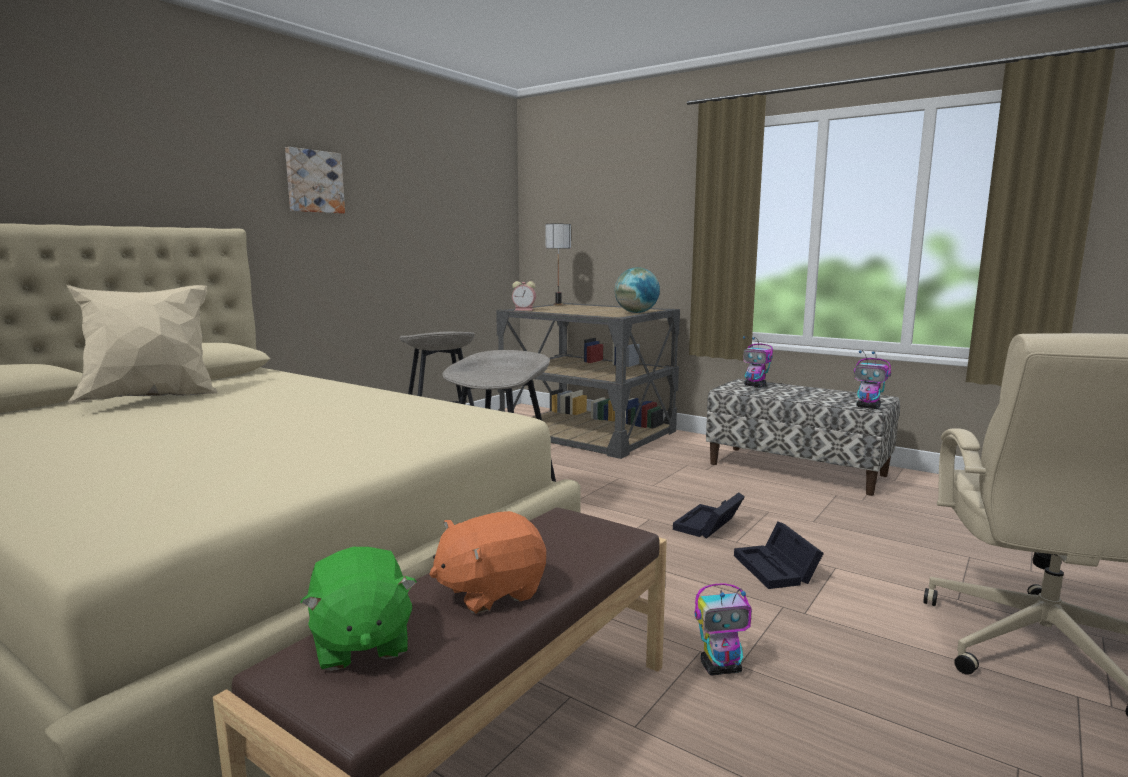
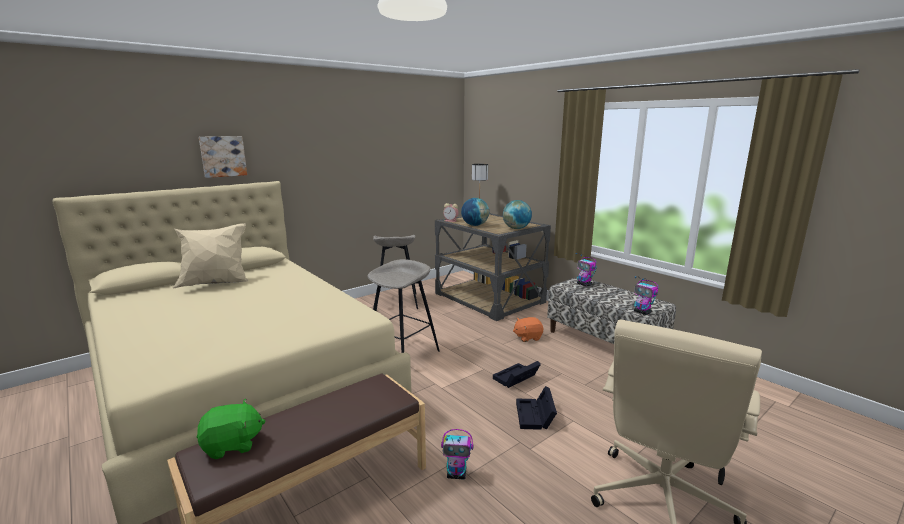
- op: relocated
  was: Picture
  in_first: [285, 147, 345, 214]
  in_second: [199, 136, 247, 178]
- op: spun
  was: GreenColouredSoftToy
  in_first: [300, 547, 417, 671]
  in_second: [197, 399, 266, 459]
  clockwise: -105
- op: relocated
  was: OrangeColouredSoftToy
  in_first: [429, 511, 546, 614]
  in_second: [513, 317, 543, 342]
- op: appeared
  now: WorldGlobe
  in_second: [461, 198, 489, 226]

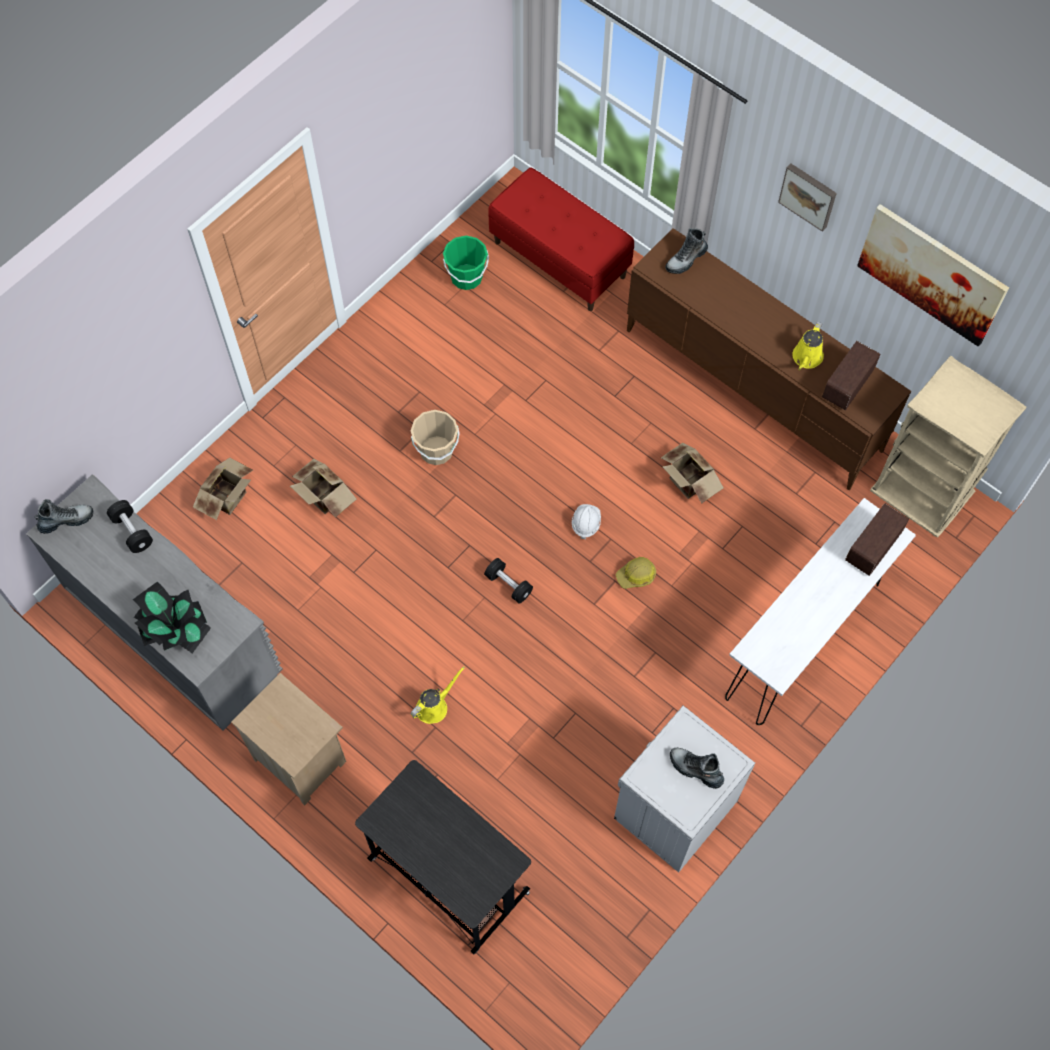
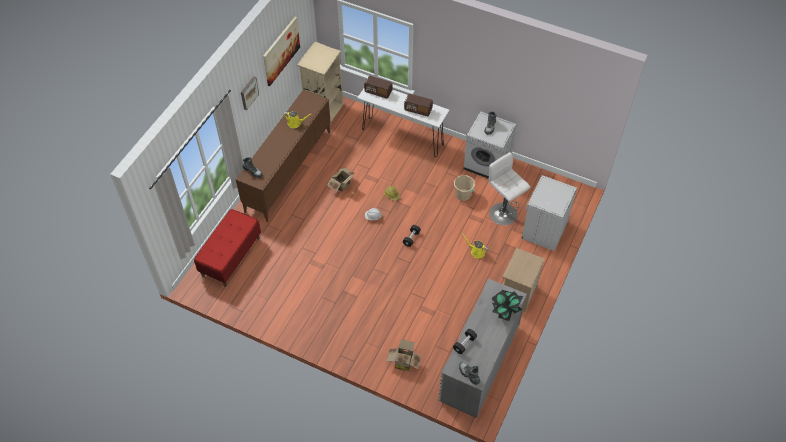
- op: missing
  was: Carton
  in_first: [290, 459, 356, 517]
- op: exchanged
  was: BlackDeskTable
  now: WhiteLaundryMachine
  in_first: [355, 760, 531, 954]
  in_second: [522, 175, 577, 251]
- op: relocated
  was: SandColouredWaterBucket
  in_first: [411, 410, 460, 465]
  in_second: [454, 175, 475, 201]
- op: missing
  was: GreenColouredWaterBucket
  in_first: [443, 235, 489, 290]
- op: relocated
  was: RadioReceiver
  in_first: [822, 341, 880, 410]
  in_second: [404, 94, 433, 116]
- op: appeared
  now: WhiteStoolSeat
  in_second: [489, 152, 531, 225]

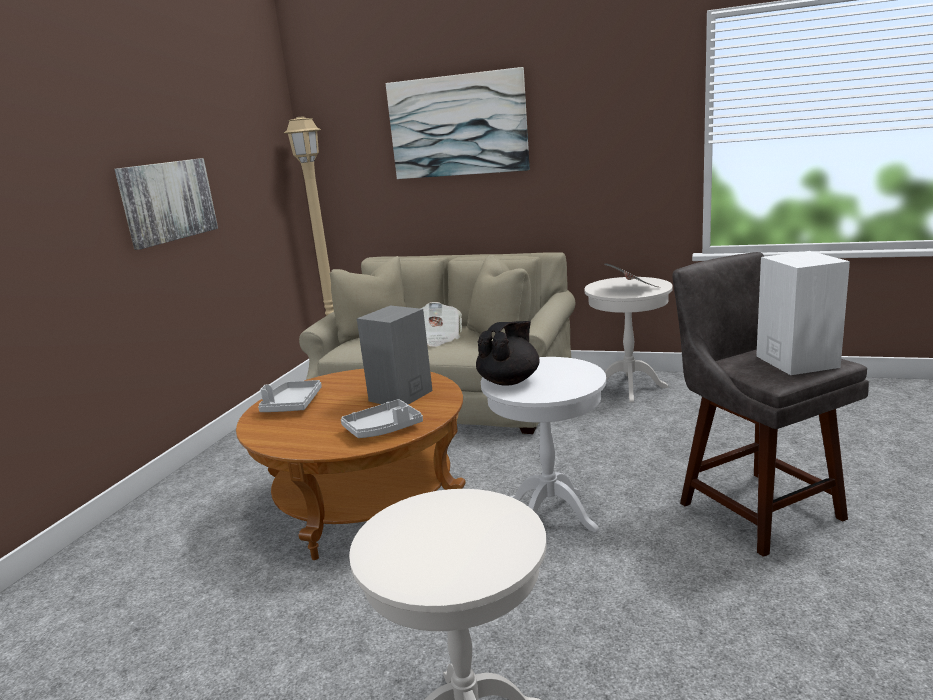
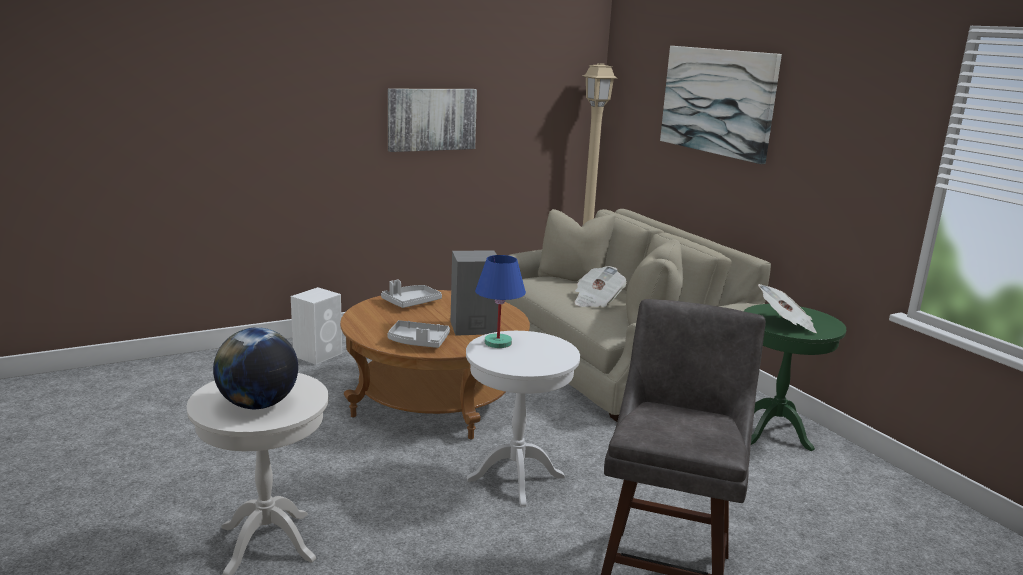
- op: exchanged
  was: BlackTeaPot
  now: BlueLampForATable
  in_first: [476, 321, 539, 386]
  in_second: [475, 255, 526, 348]
- op: colour
  was: WhiteEndTable
  now: GreenColouredEndTable
  in_first: [584, 277, 673, 402]
  in_second: [744, 304, 846, 451]
- op: relocated
  was: WhiteLoudspeaker
  in_first: [756, 251, 850, 375]
  in_second: [291, 287, 342, 365]
- op: appeared
  now: WorldGlobe
  in_second: [213, 327, 298, 409]

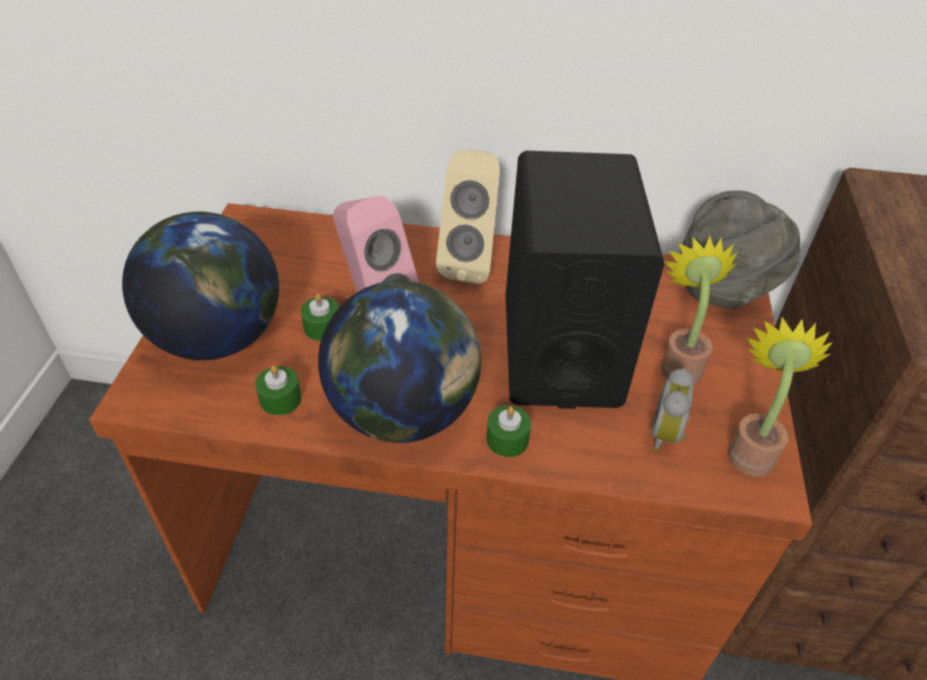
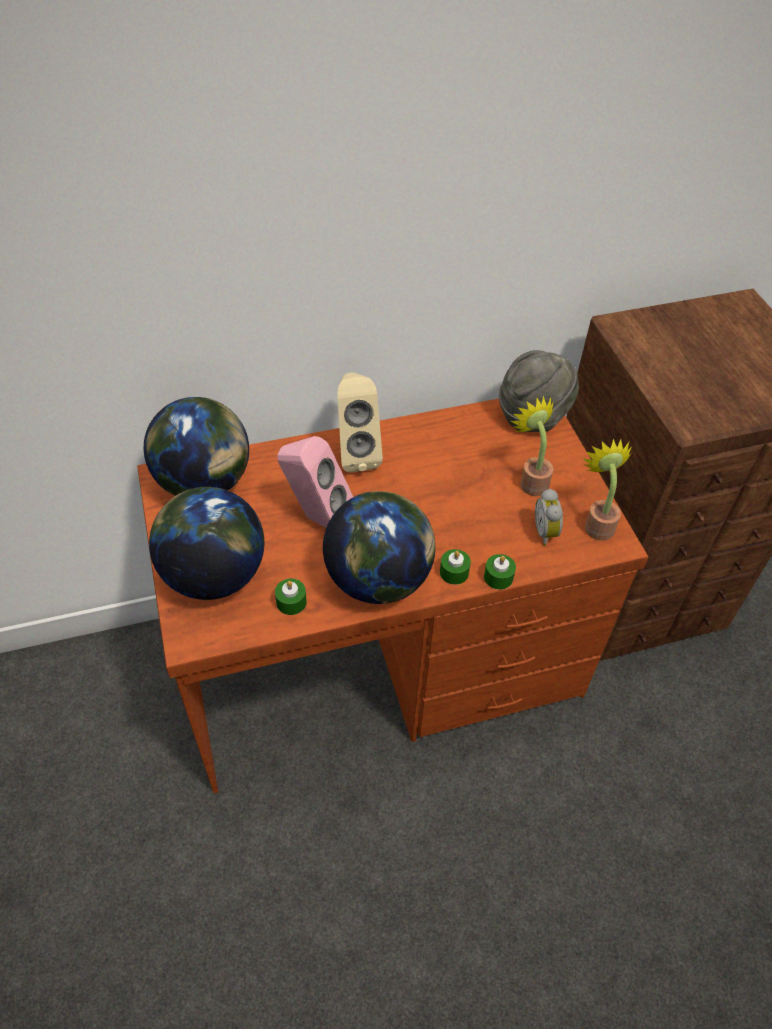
- op: relocated
  was: GreenColouredWaxLight
  in_first: [301, 294, 339, 341]
  in_second: [484, 554, 516, 590]
- op: missing
  was: BlackLoudspeaker
  in_first: [505, 151, 665, 409]
- op: appeared
  now: WorldGlobe
  in_second: [144, 397, 249, 496]

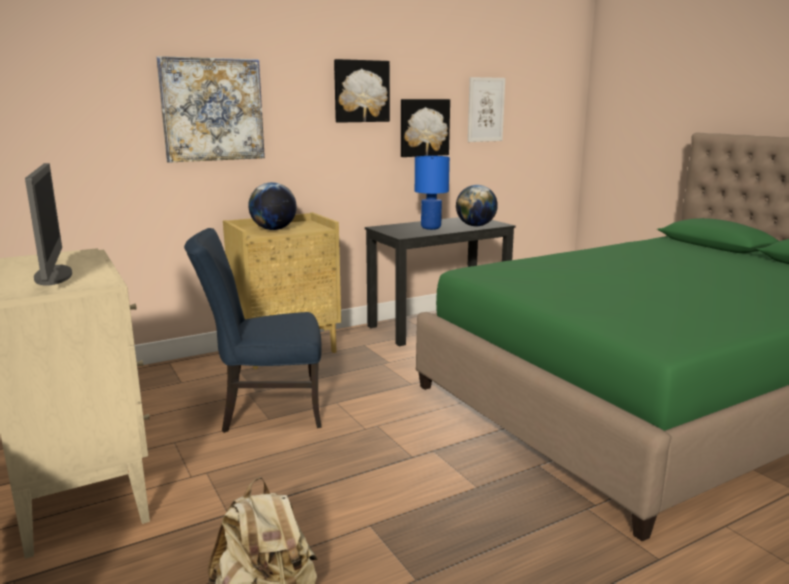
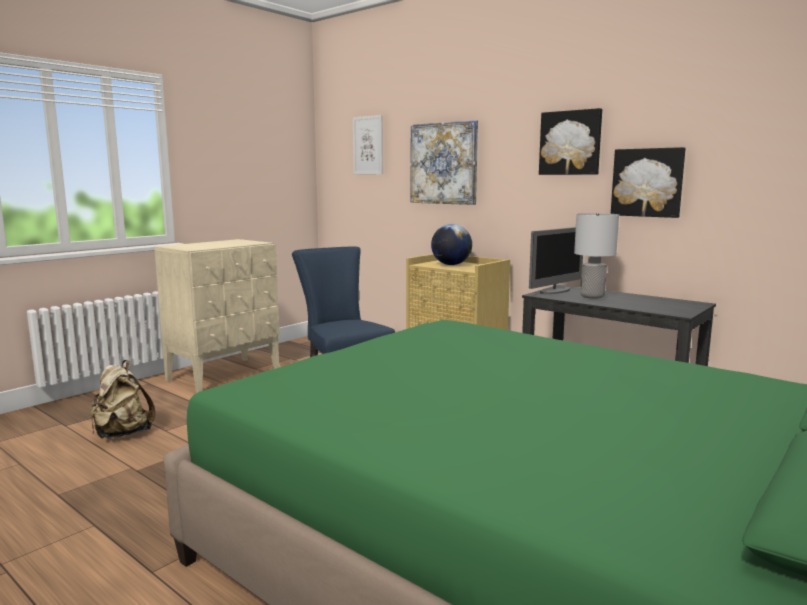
- op: relocated
  was: ComputerScreen
  in_first: [25, 163, 72, 286]
  in_second: [529, 227, 583, 294]
- op: colour
  was: BlueLampForATable
  now: GreyLampForATable
  in_first: [415, 156, 450, 230]
  in_second: [574, 213, 619, 299]
- op: missing
  was: WorldGlobe
  in_first: [456, 185, 498, 226]
- op: relocated
  was: Picture
  in_first: [468, 77, 505, 142]
  in_second: [353, 115, 383, 175]

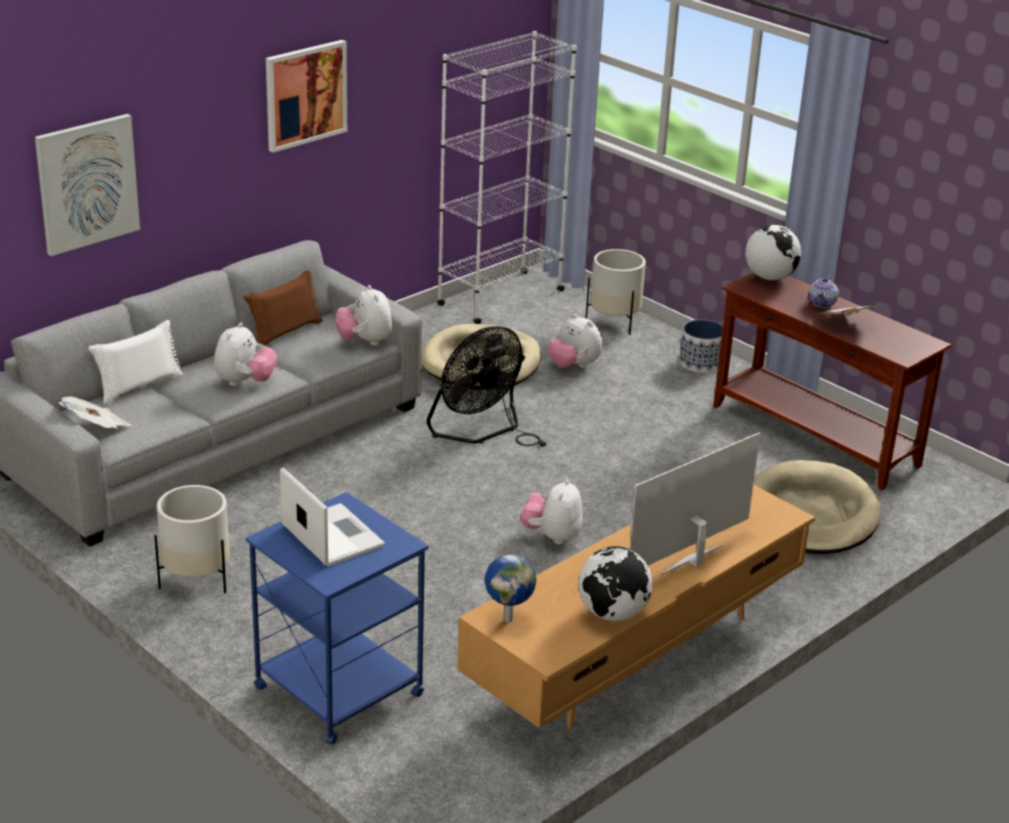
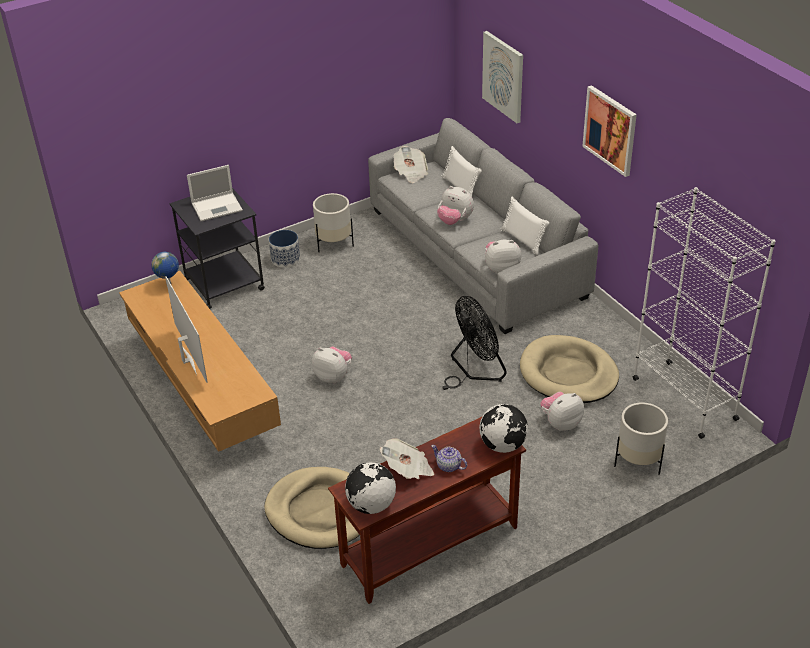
- op: colour
  was: BrownishPillow
  now: WhitePillow
  in_first: [243, 270, 323, 346]
  in_second: [500, 197, 549, 255]
- op: colour
  was: BlueWheeledCart
  now: BlackWheeledCart
  in_first: [245, 492, 429, 744]
  in_second: [170, 188, 265, 309]
- op: relocated
  was: WorldGlobe
  in_first: [578, 546, 653, 621]
  in_second: [345, 462, 396, 514]
- op: relocated
  was: FlowerPot
  in_first: [679, 320, 723, 373]
  in_second: [269, 230, 300, 268]

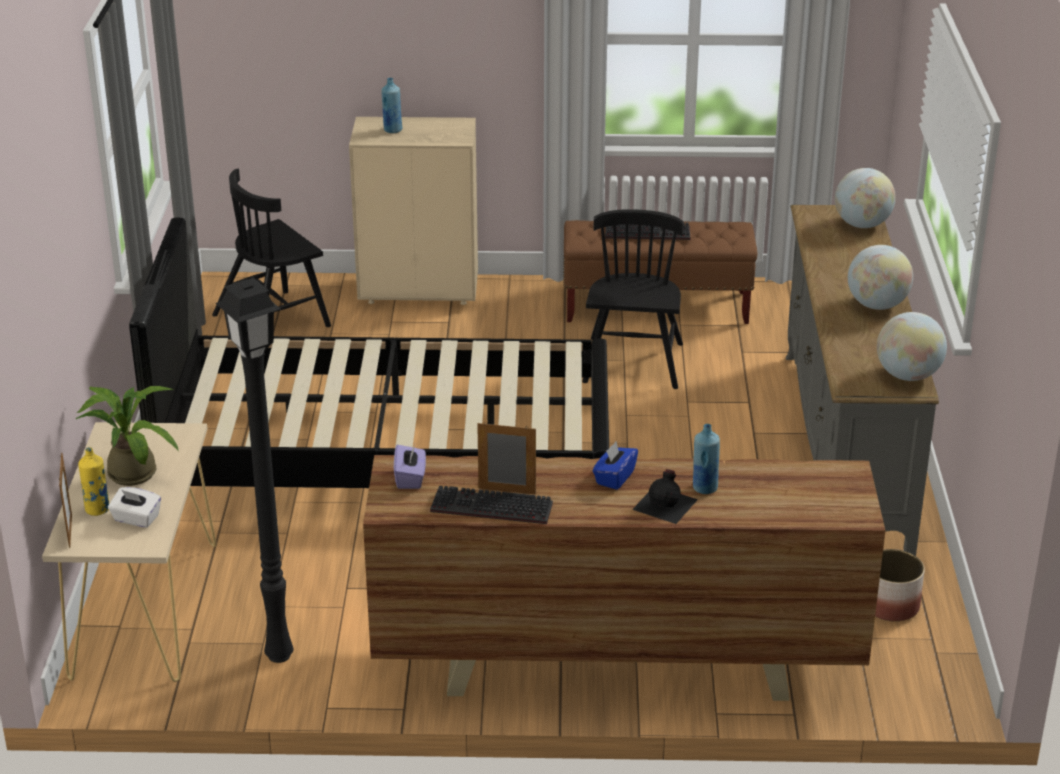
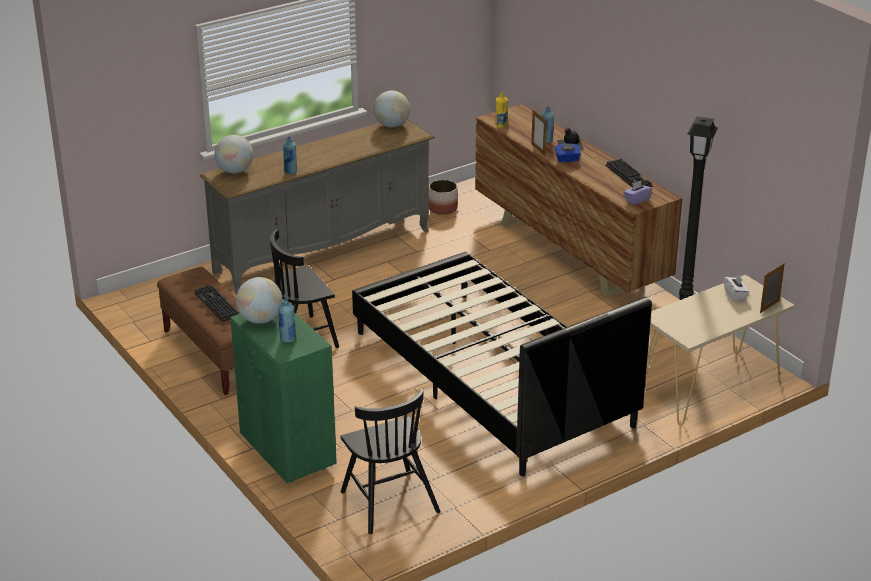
- op: missing
  was: PlantInAPot
  in_first: [76, 386, 179, 486]
- op: relocated
  was: YellowBottle
  in_first: [78, 447, 109, 516]
  in_second: [495, 92, 508, 128]
- op: spun
  was: BlackPlainChair
  in_first: [212, 168, 331, 327]
  in_second: [341, 387, 440, 534]
  clockwise: 45
- op: colour
  was: SandColouredCupboard
  now: GreenColouredCupboard
  in_first: [349, 117, 478, 305]
  in_second: [230, 303, 337, 483]
- op: relocated
  was: PictureFrame
  in_first: [477, 422, 536, 494]
  in_second: [531, 110, 547, 156]
- op: relocated
  was: WorldGlobe
  in_first: [848, 245, 913, 310]
  in_second: [236, 277, 283, 324]
- op: appeared
  now: BlueBottle
  in_second: [283, 137, 297, 174]

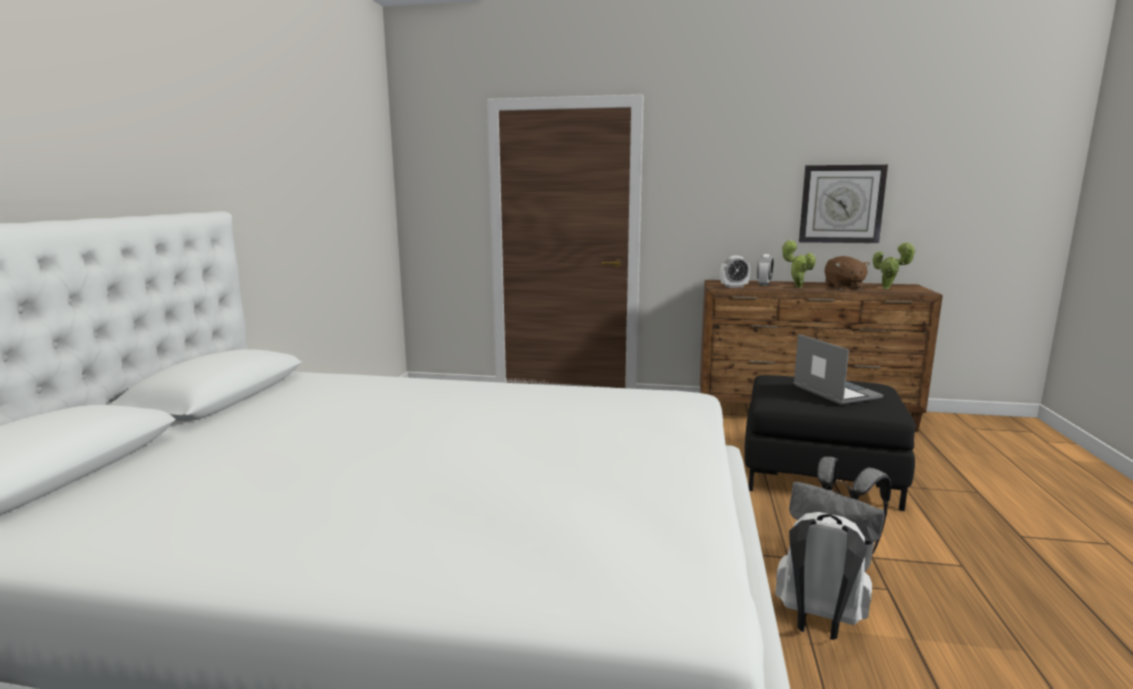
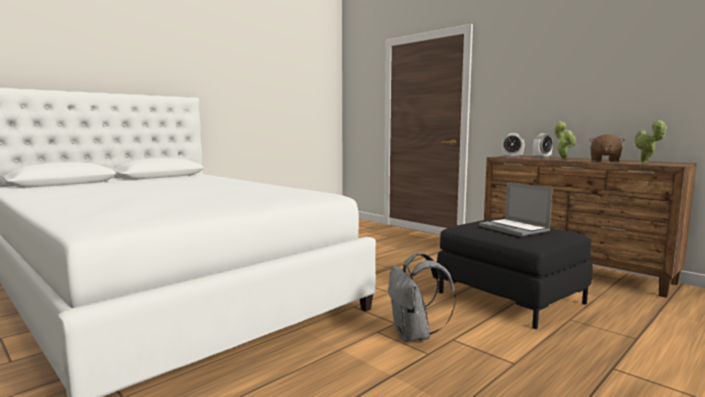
- op: missing
  was: WhiteKnapsack
  in_first: [775, 512, 872, 640]
- op: spun
  was: Laptop
  in_first: [793, 334, 883, 405]
  in_second: [479, 182, 553, 237]
  clockwise: 135
- op: missing
  was: WallClock
  in_first: [799, 165, 888, 243]

